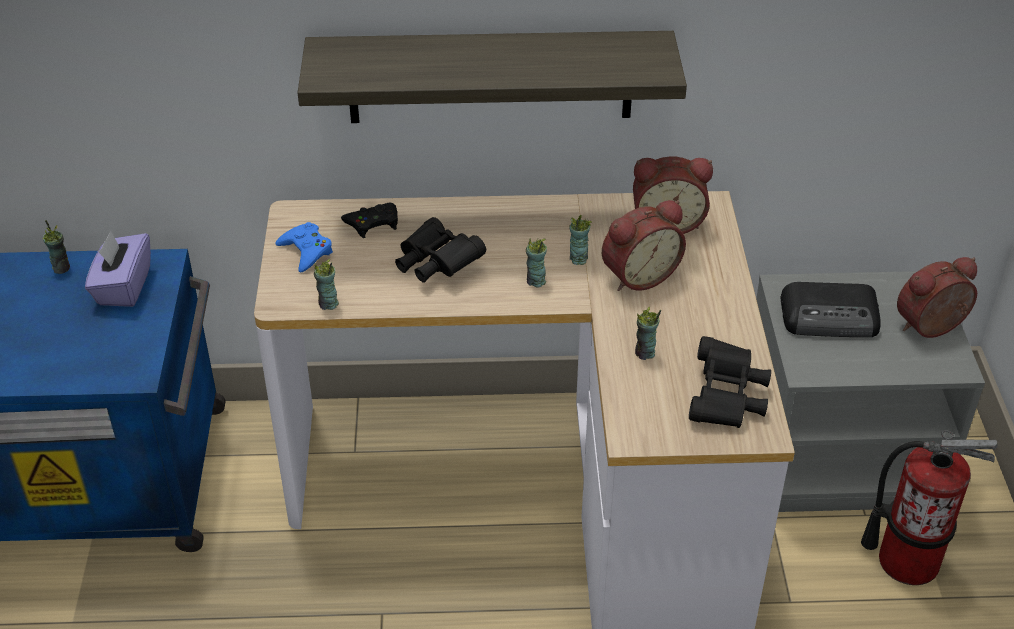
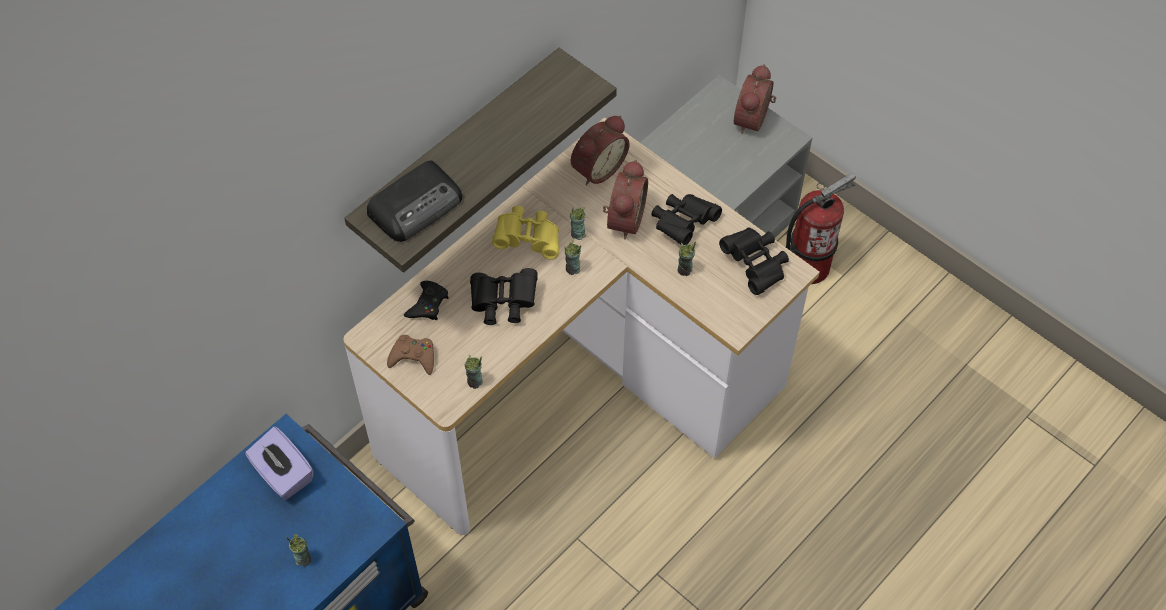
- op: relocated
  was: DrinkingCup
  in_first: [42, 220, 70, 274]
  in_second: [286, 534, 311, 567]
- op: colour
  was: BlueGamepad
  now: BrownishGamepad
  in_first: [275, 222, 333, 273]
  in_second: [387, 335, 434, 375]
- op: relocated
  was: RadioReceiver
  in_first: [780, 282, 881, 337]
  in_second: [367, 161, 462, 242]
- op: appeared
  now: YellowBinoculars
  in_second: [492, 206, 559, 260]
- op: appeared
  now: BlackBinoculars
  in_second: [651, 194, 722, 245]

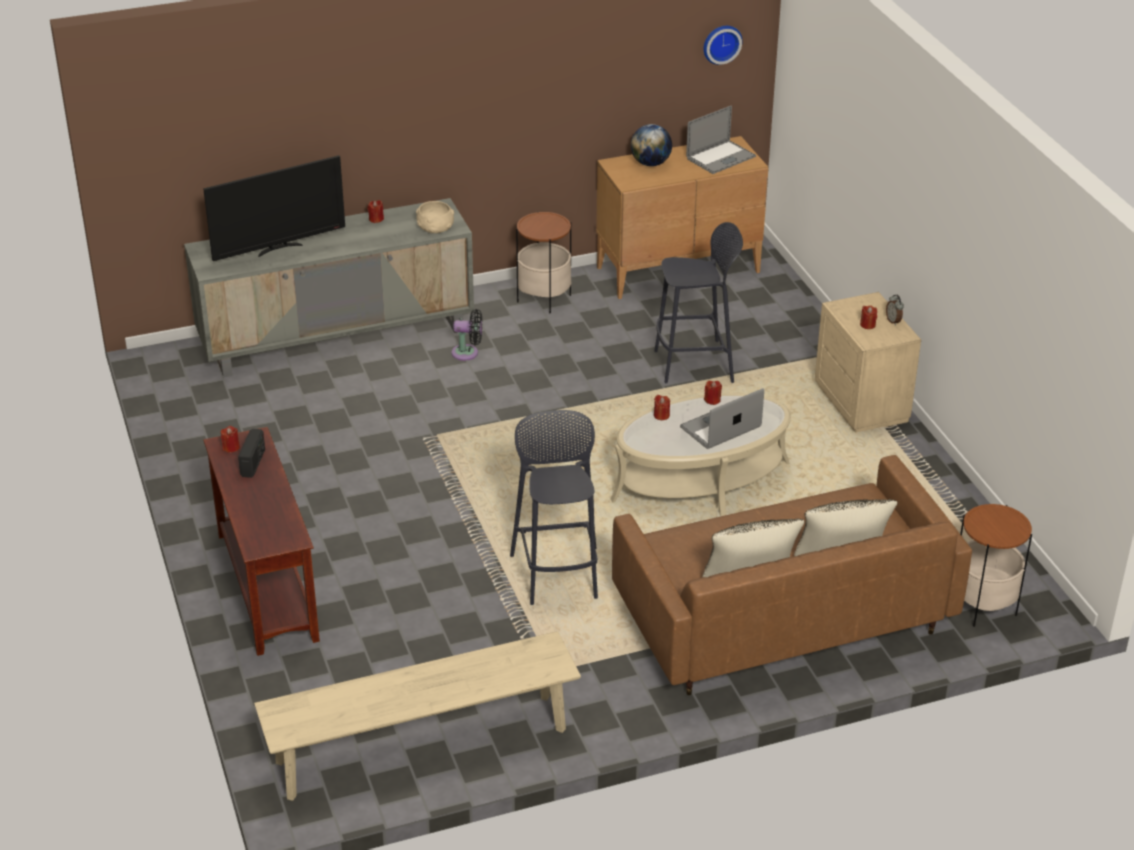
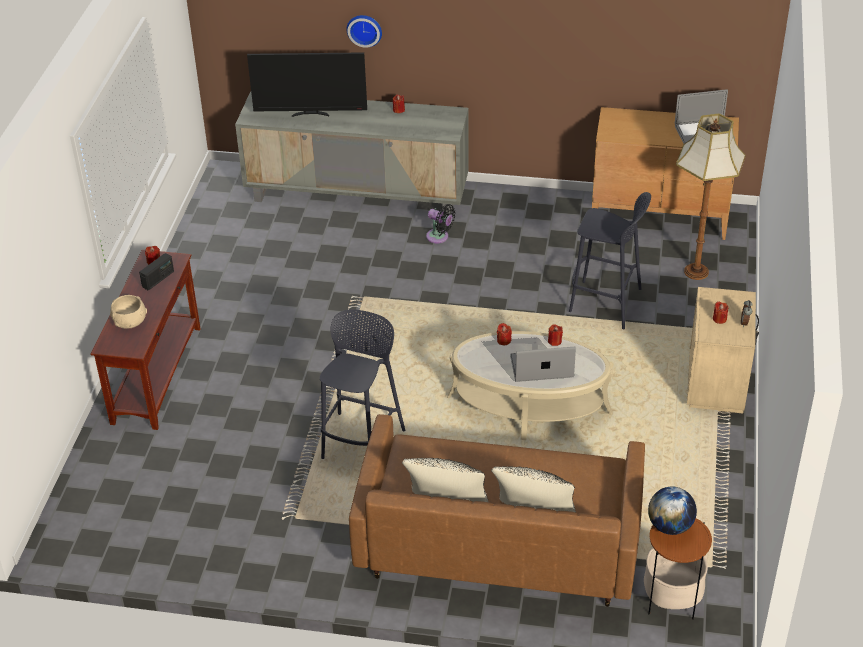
- op: missing
  was: SandColouredIndoorBench
  in_first: [254, 631, 581, 801]
- op: relocated
  was: SandColouredDeepDish
  in_first: [416, 201, 454, 233]
  in_second: [110, 295, 147, 328]
- op: missing
  was: EndTable
  in_first: [516, 211, 571, 313]
- op: relocated
  was: WorldGlobe
  in_first: [631, 124, 672, 166]
  in_second: [648, 487, 697, 535]
- op: relocated
  was: WallClock
  in_first: [704, 26, 742, 65]
  in_second: [346, 15, 382, 48]
- op: appeared
  now: StandingLamp
  in_second: [676, 114, 746, 280]

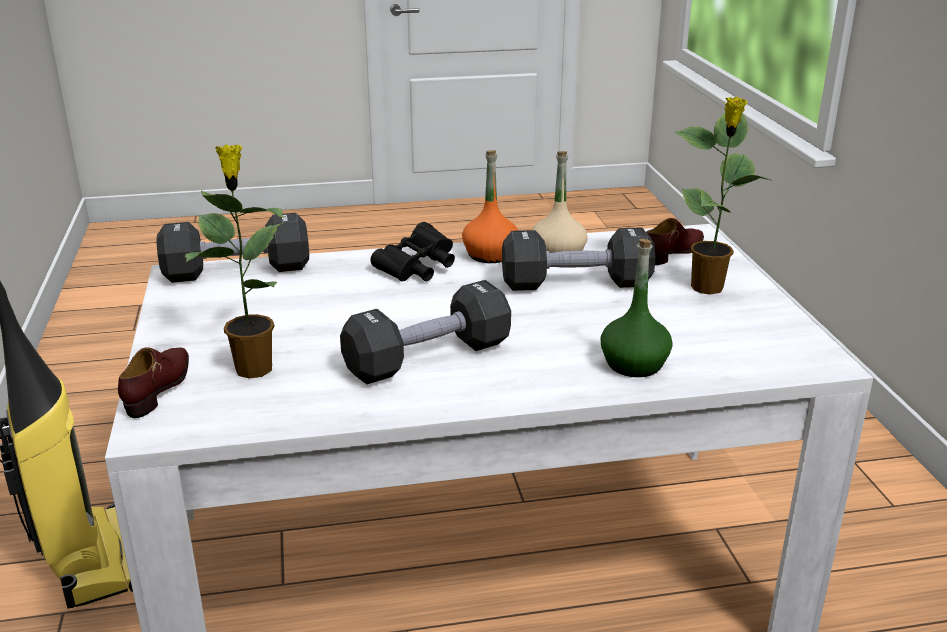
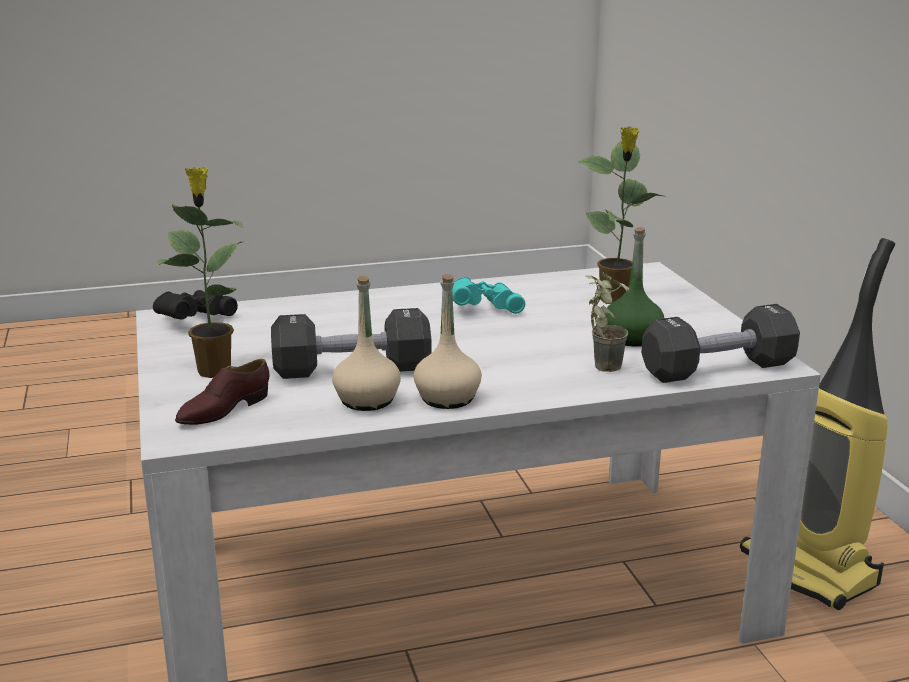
- op: missing
  was: BrownishItemOfFootwear
  in_first: [118, 347, 189, 418]
- op: exchanged
  was: BlackDumbbell
  now: BlueGreenBinoculars
  in_first: [340, 280, 511, 384]
  in_second: [452, 277, 525, 314]
- op: relocated
  was: BlackBinoculars
  in_first: [370, 222, 455, 282]
  in_second: [153, 290, 238, 319]
- op: colour
  was: OrangeColouredBottle
  now: SandColouredBottle
  in_first: [462, 150, 518, 263]
  in_second: [413, 274, 482, 409]
- op: relocated
  was: GreenColouredBottle
  in_first: [600, 239, 673, 377]
  in_second: [605, 227, 664, 346]
- op: appeared
  now: PlantInAPot
  in_second: [586, 272, 629, 372]

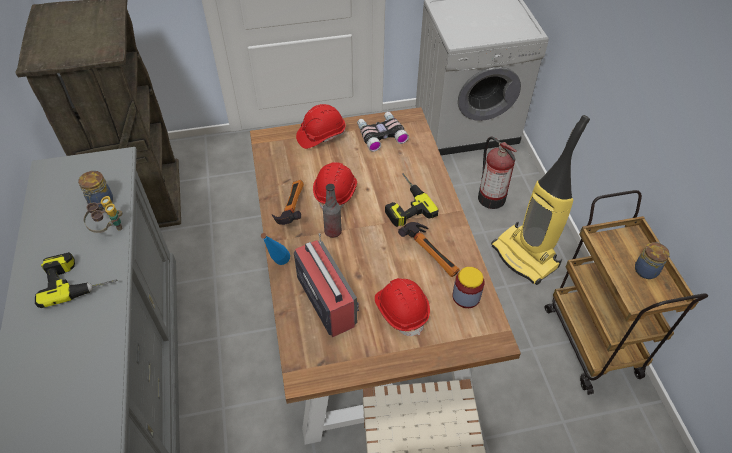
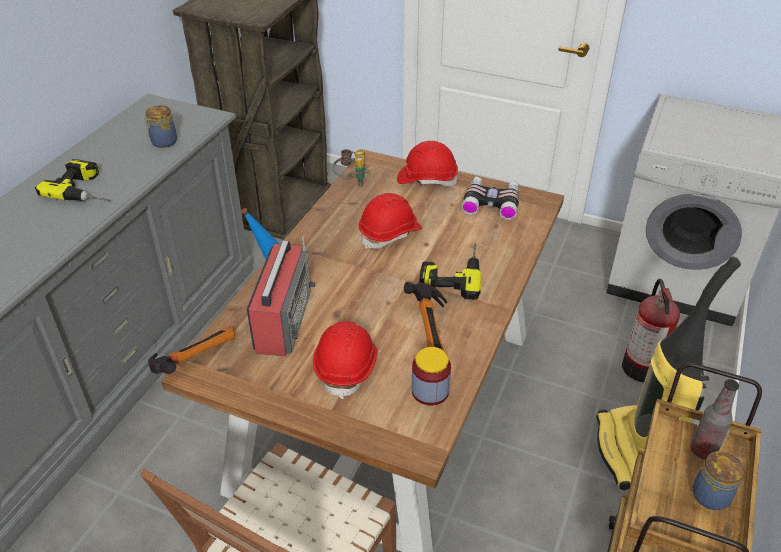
- op: relocated
  was: Binoculars
  in_first: [84, 196, 122, 233]
  in_second: [333, 149, 369, 187]
- op: relocated
  was: Hammer
  in_first: [272, 180, 304, 225]
  in_second: [148, 328, 235, 374]
- op: relocated
  was: Bottle
  in_first: [323, 184, 342, 238]
  in_second: [690, 379, 739, 460]

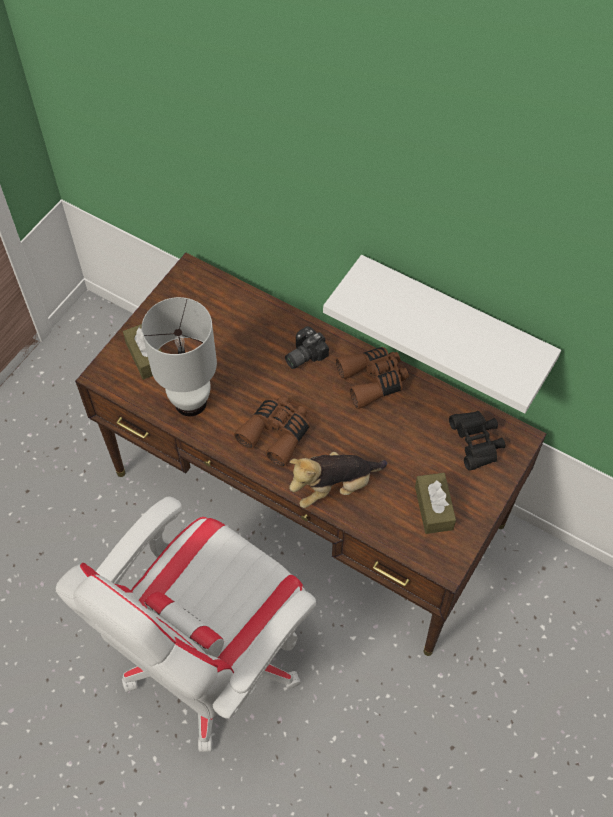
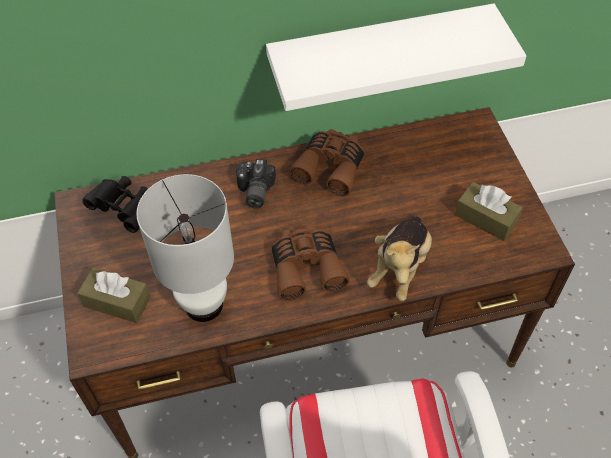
- op: relocated
  was: BlackBinoculars
  in_first: [449, 411, 505, 471]
  in_second: [82, 176, 148, 233]

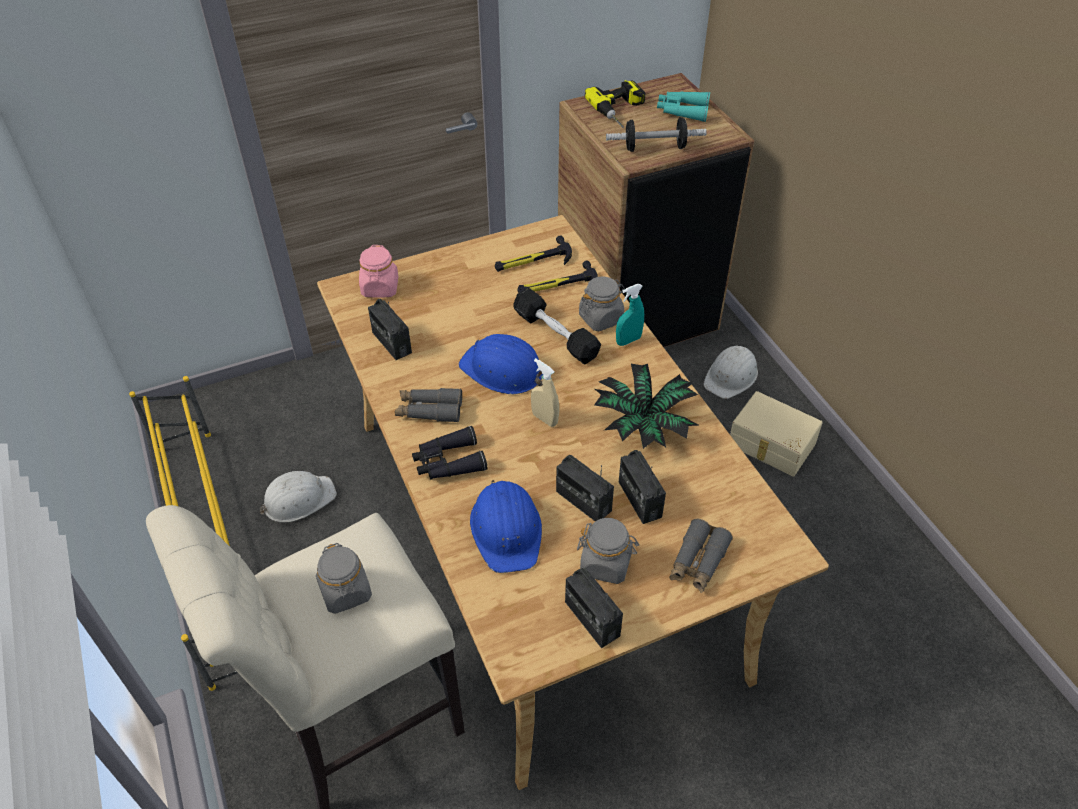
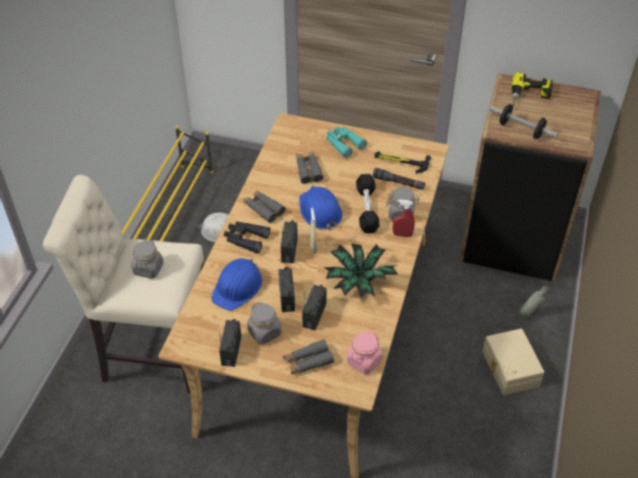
- op: relocated
  was: PinkJar
  in_first: [359, 245, 398, 298]
  in_second: [347, 331, 382, 374]
- op: relocated
  was: RadioReceiver
  in_first: [368, 299, 412, 360]
  in_second: [281, 220, 298, 263]
- op: exchanged
  was: Hammer
  now: BlackTorch
  in_first: [517, 261, 598, 293]
  in_second: [373, 168, 426, 190]
- op: colour
  was: BlueGreenHandSprayer
  now: RedHandSprayer
  in_first: [616, 284, 644, 346]
  in_second: [392, 199, 415, 237]
- op: relocated
  was: BlueGreenBinoculars
  in_first: [657, 91, 710, 122]
  in_second: [327, 126, 367, 158]
- op: exchanged
  was: WhiteHardHat
  now: GreyBottle
  in_first: [703, 346, 758, 399]
  in_second: [520, 286, 549, 318]
- op: appeared
  now: GreyBinoculars
  in_second: [296, 152, 324, 184]

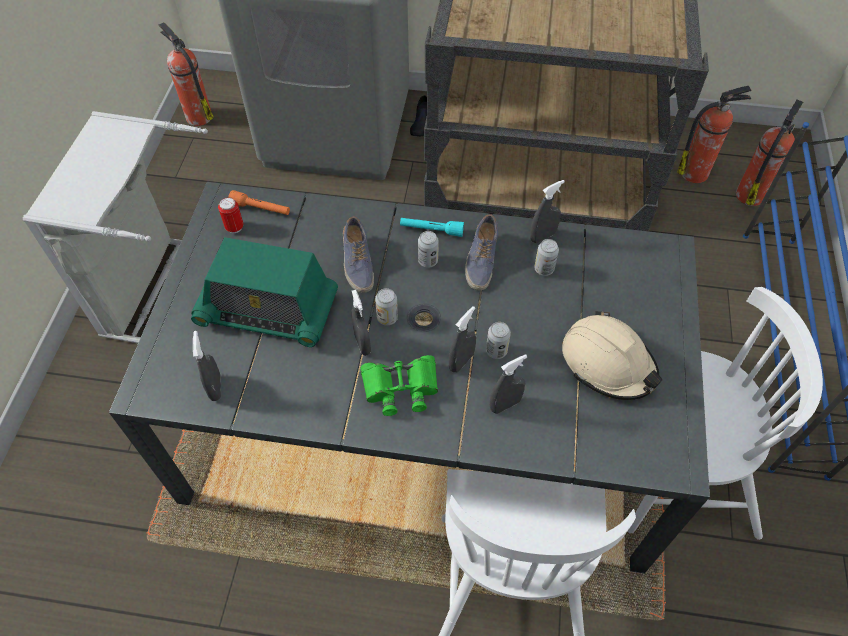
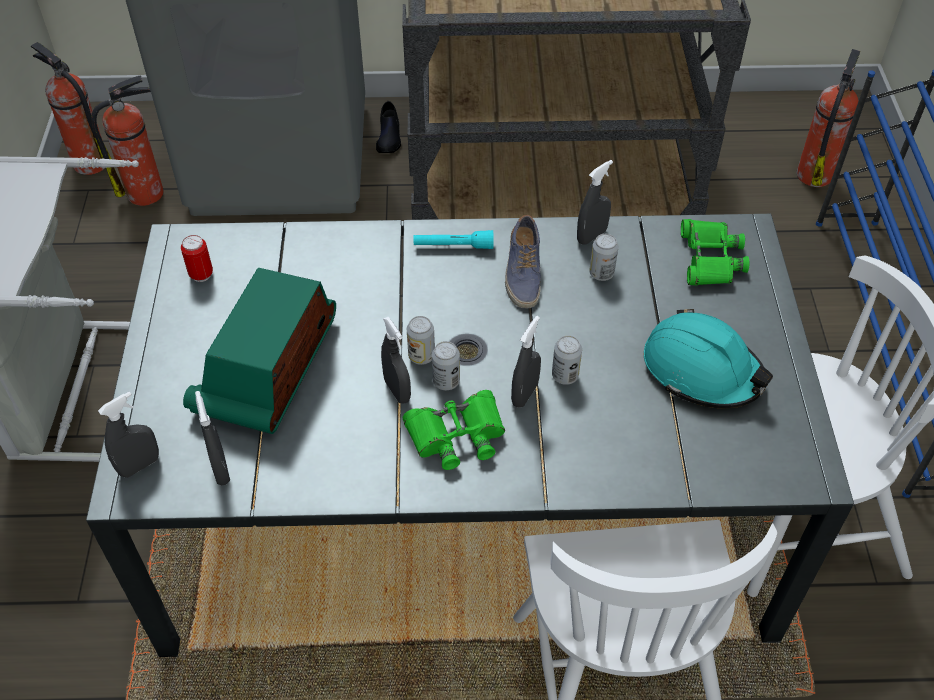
- op: spun
  was: RadioReceiver
  in_first: [191, 237, 338, 347]
  in_second: [183, 268, 336, 434]
  clockwise: 105
- op: missing
  was: OrangeColouredTorch
  in_first: [228, 190, 290, 215]
- op: missing
  was: ItemOfFootwear
  in_first: [343, 216, 374, 293]
- op: relocated
  was: SealedCan
  in_first: [418, 231, 439, 268]
  in_second: [432, 341, 460, 390]
- op: relocated
  was: GreyHandSprayer
  in_first: [490, 354, 527, 414]
  in_second: [98, 391, 159, 478]
- op: colour
  was: SandColouredHardHat
  now: BlueGreenHardHat
  in_first: [562, 311, 662, 400]
  in_second: [644, 309, 773, 408]
- op: relocated
  was: Extinguisher
  in_first: [677, 86, 751, 183]
  in_second: [91, 75, 164, 206]
- op: appeared
  now: GreenColouredBinoculars
  in_second: [681, 219, 749, 286]

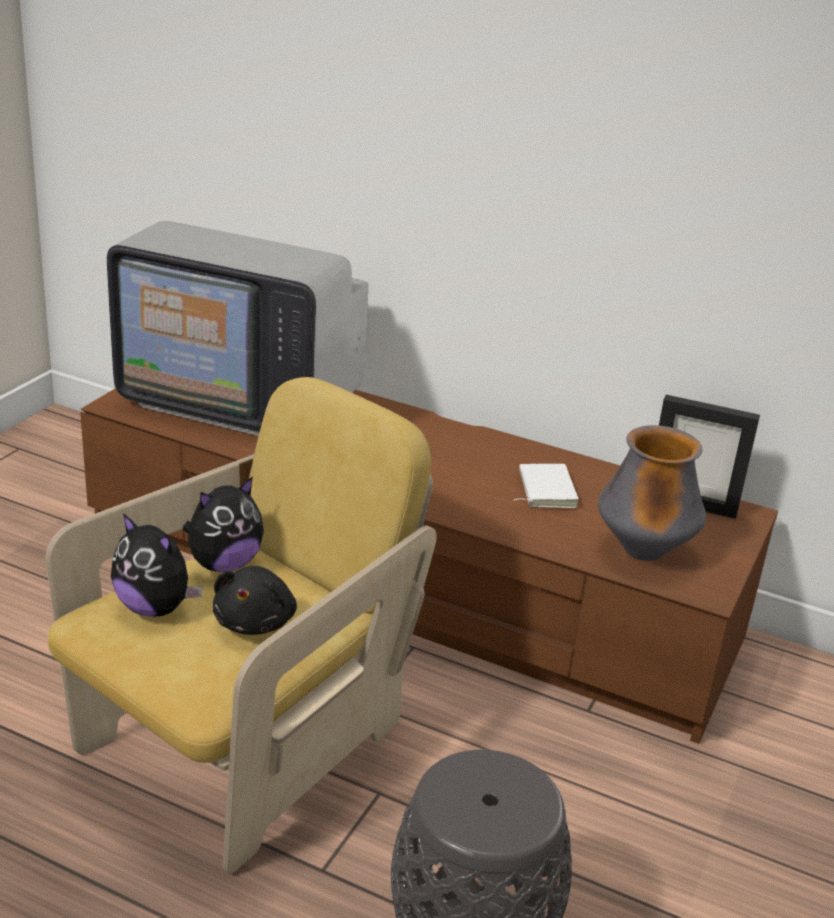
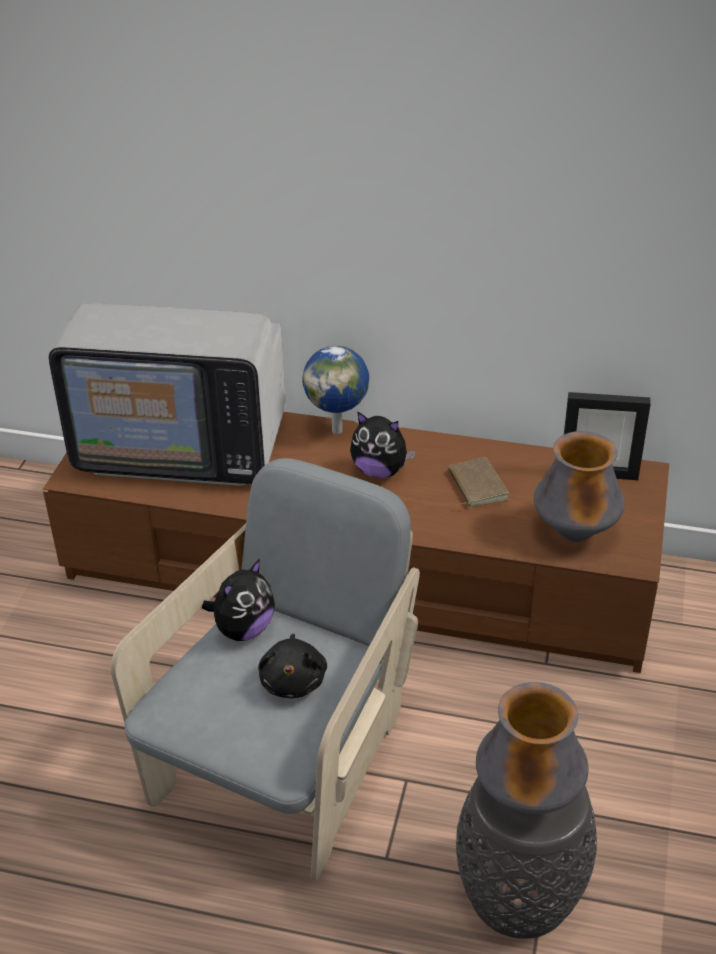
- op: colour
  was: YellowLoungeChair
  now: GreyLoungeChair
  in_first: [46, 377, 436, 874]
  in_second: [111, 458, 420, 881]
- op: relocated
  was: SoftToy
  in_first: [111, 513, 202, 617]
  in_second: [350, 411, 416, 478]
- op: colour
  was: WhiteBoundBook
  now: BrownishBoundBook
  in_first: [514, 464, 579, 508]
  in_second: [448, 457, 509, 508]
- op: appeared
  now: WorldGlobe
  in_second: [302, 346, 369, 434]
- op: appeared
  now: FlowerVase
  in_second: [476, 682, 589, 814]

